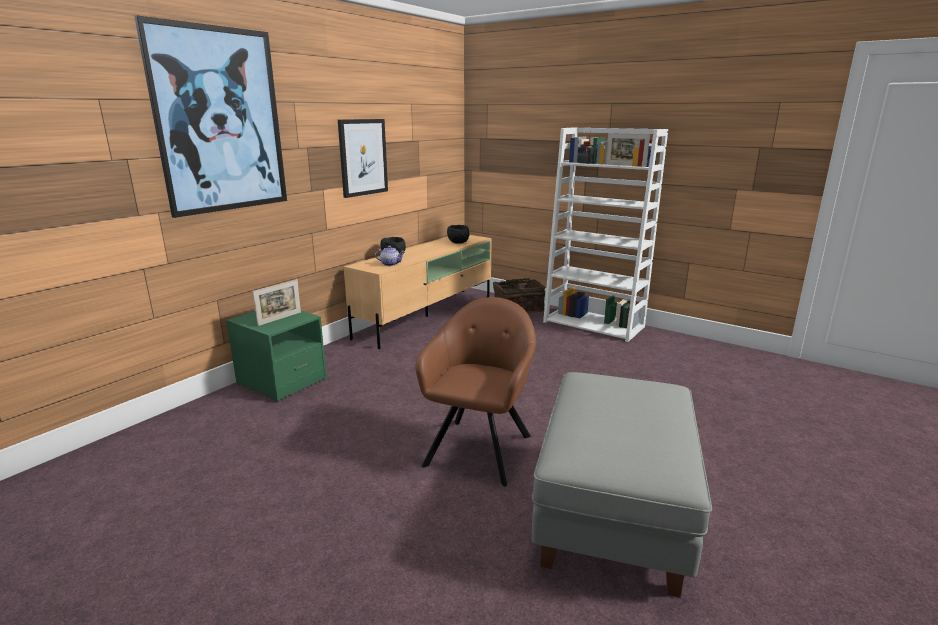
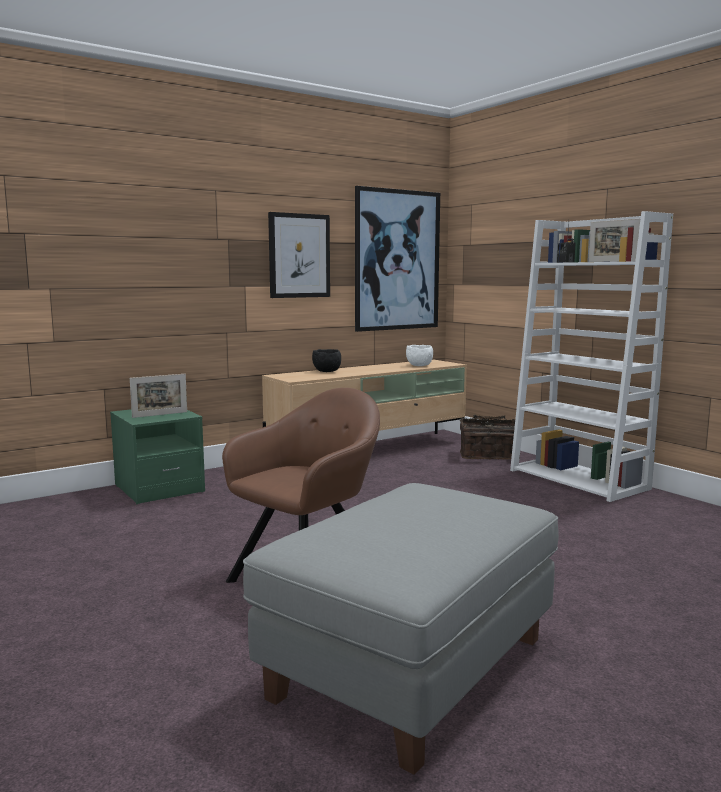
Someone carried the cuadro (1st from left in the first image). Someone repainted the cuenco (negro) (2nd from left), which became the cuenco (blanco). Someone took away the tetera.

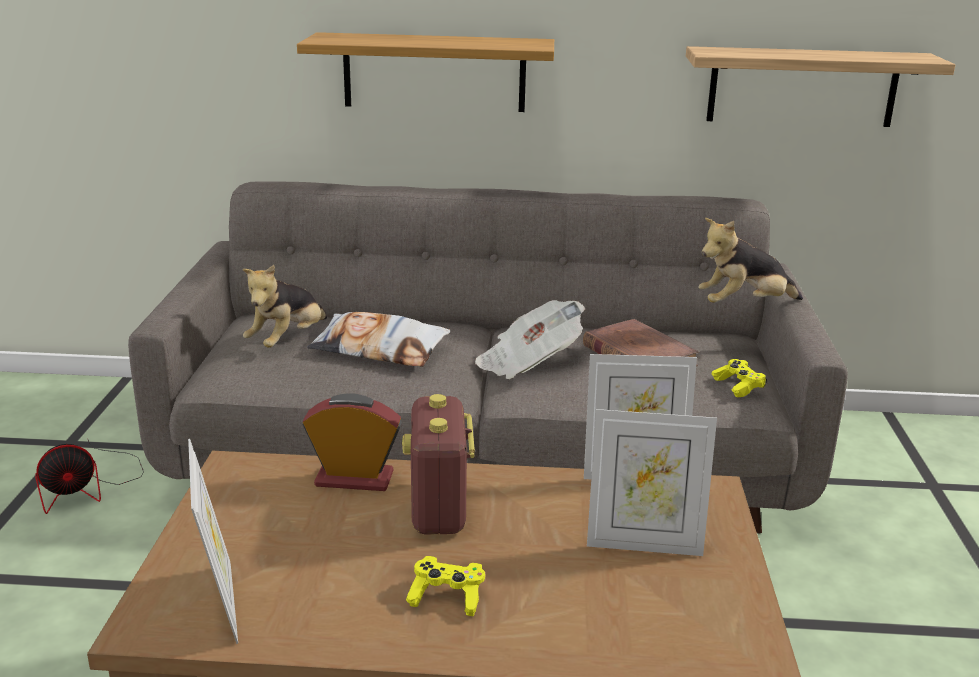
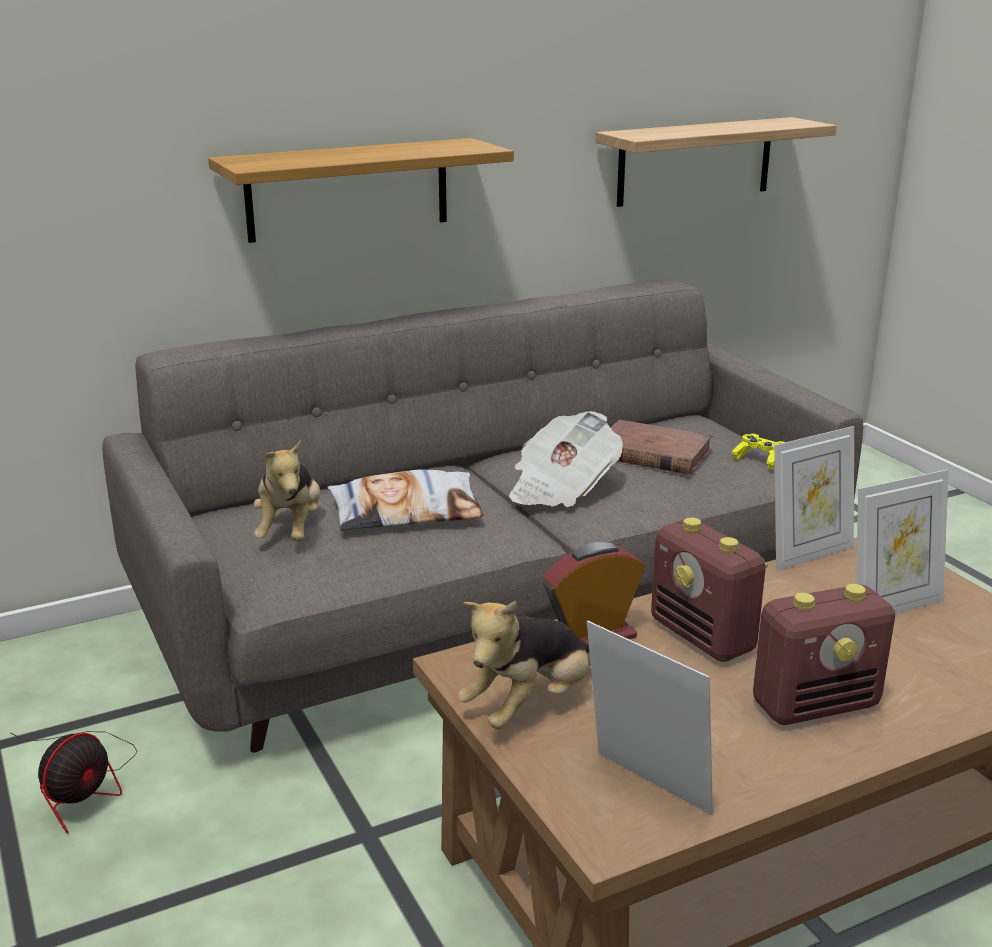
Someone carried the peluche (2nd from left). Someone swapped the mando de consola (amarillo) (1st from left) for the radio (2nd from left).

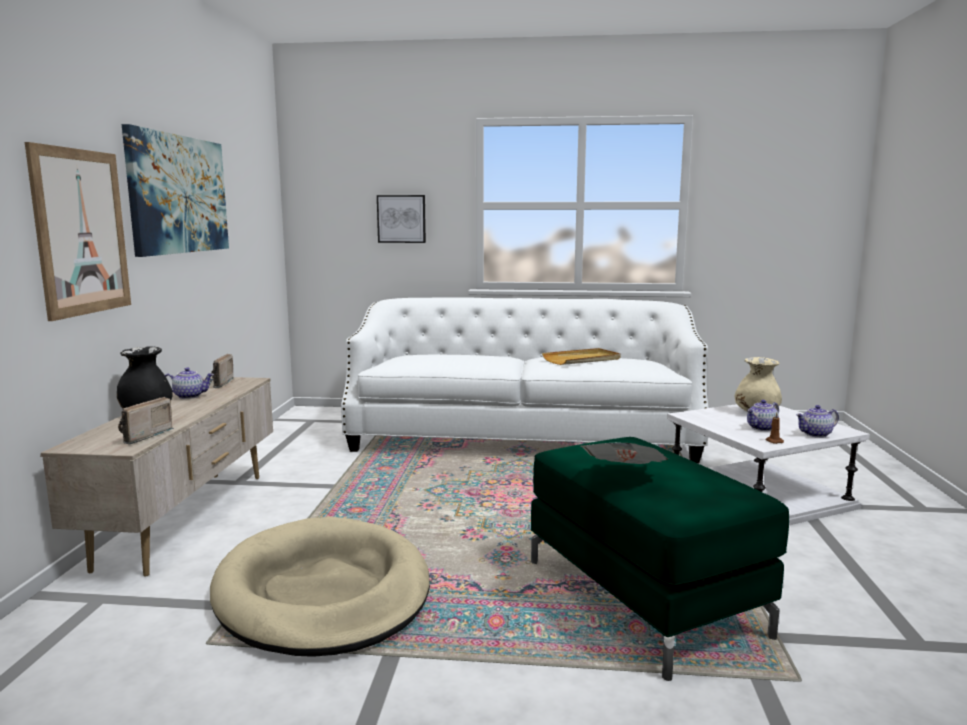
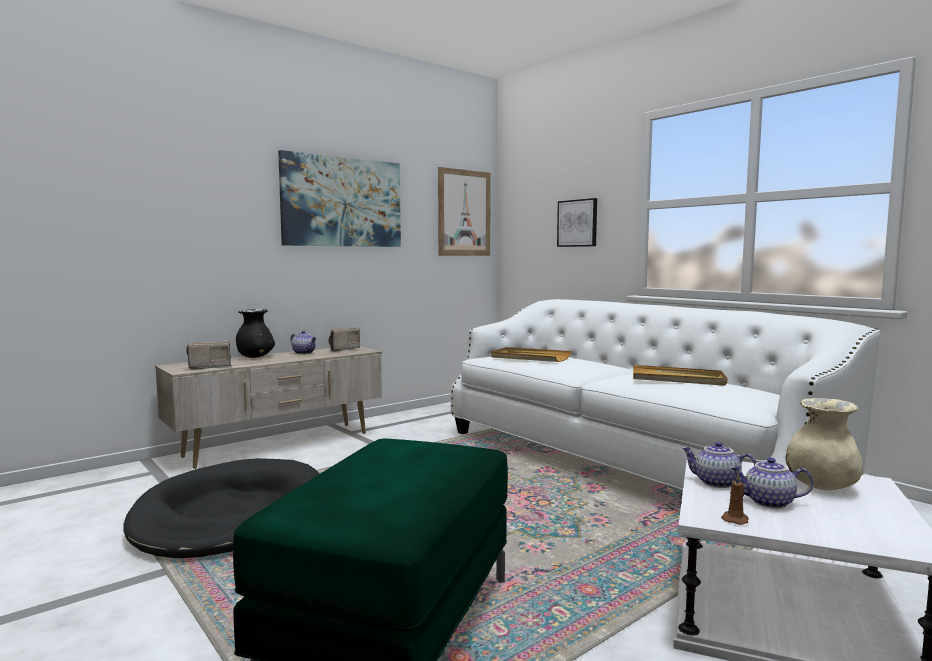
Someone repainted the cama para perro (beis), which became the cama para perro (negro). Someone carried the cuadro (1st from left in the first image). Someone put down the bandeja (beis) (1st from left). Someone carried the tetera (3rd from left in the first image). Someone took away the periódico.

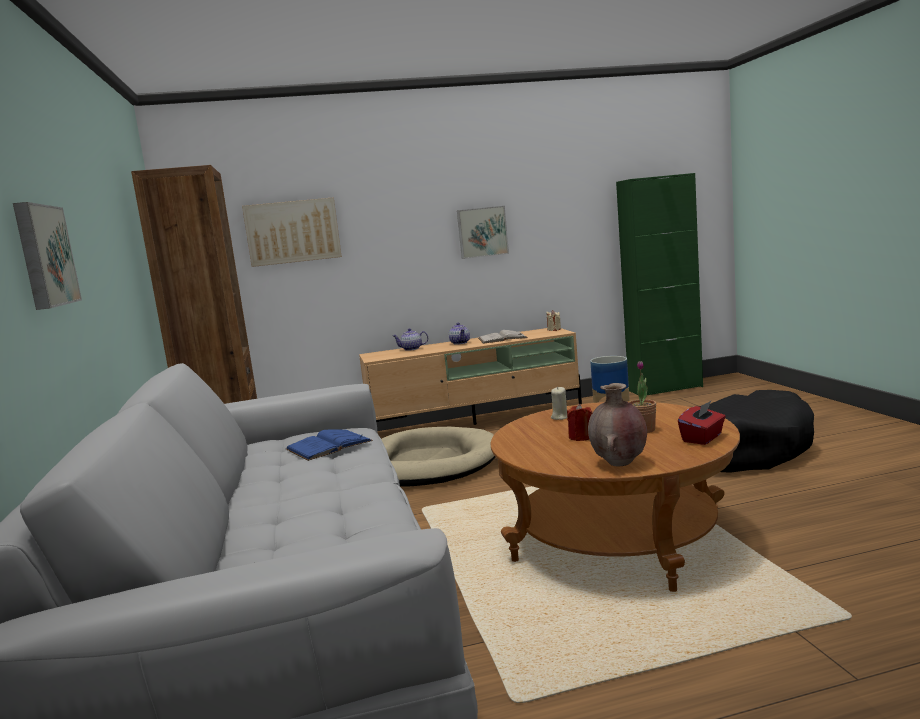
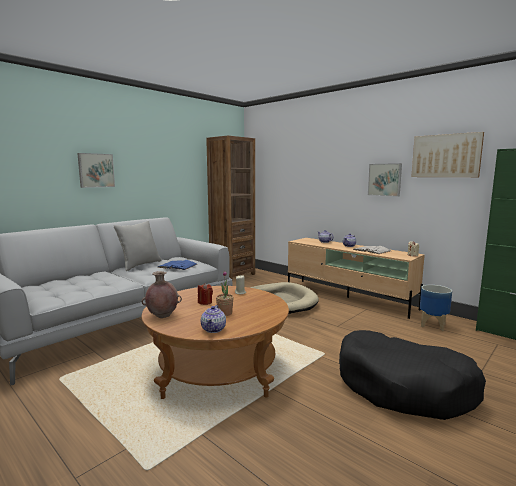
Someone put down the cojín (gris). Someone swapped the caja de pañuelos (rojo) for the tetera (1st from left). Someone carried the cuadro (2nd from left in the first image).

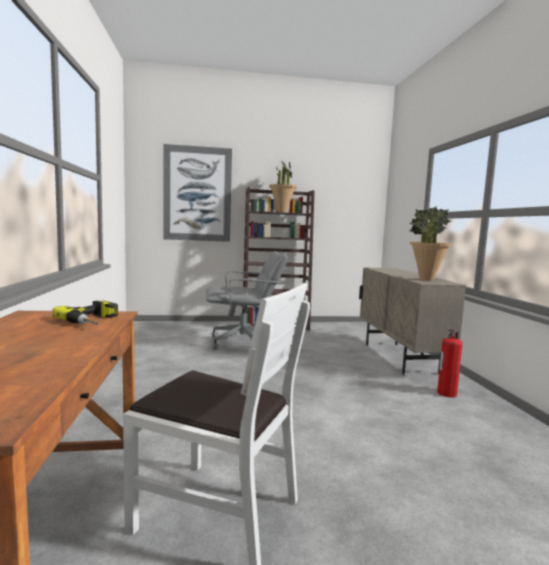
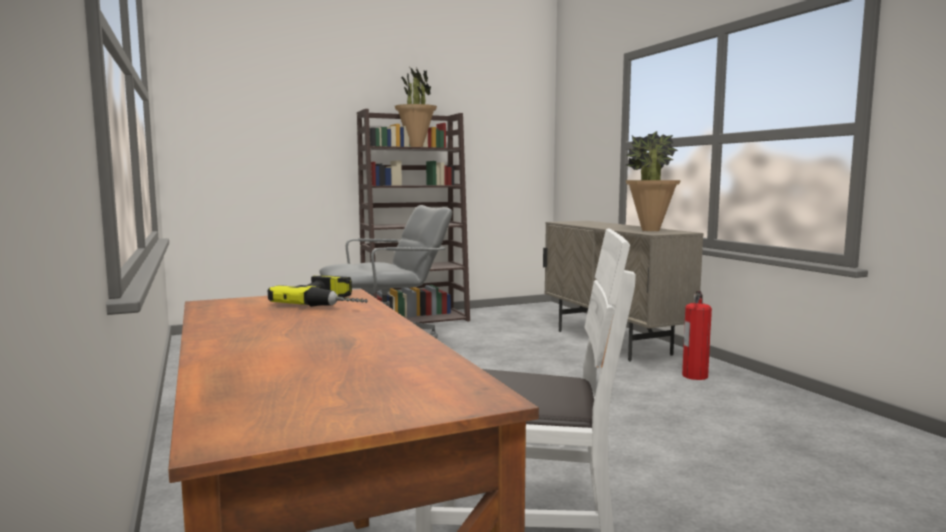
Someone took away the cuadro.

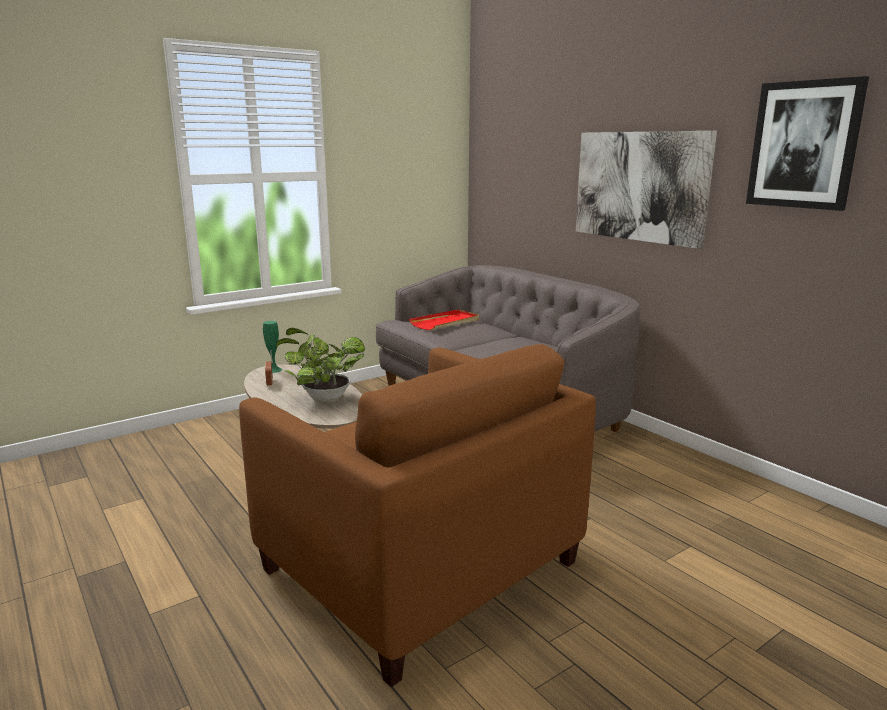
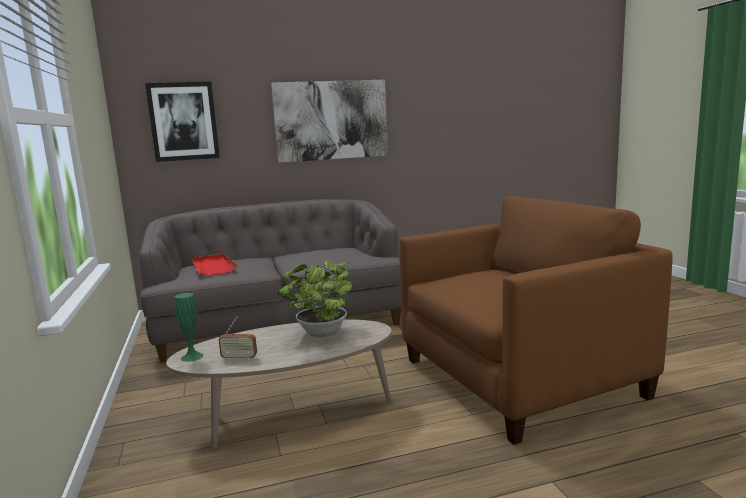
Someone carried the cuadro (2nd from left in the first image).

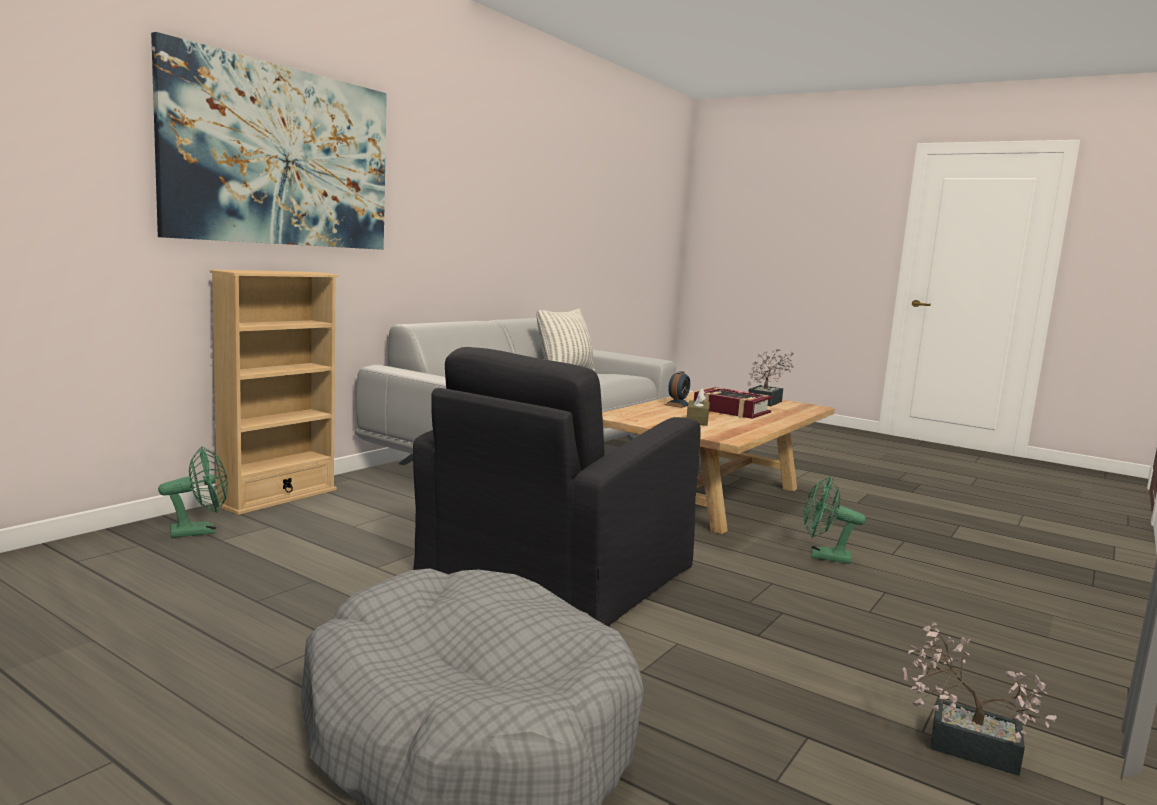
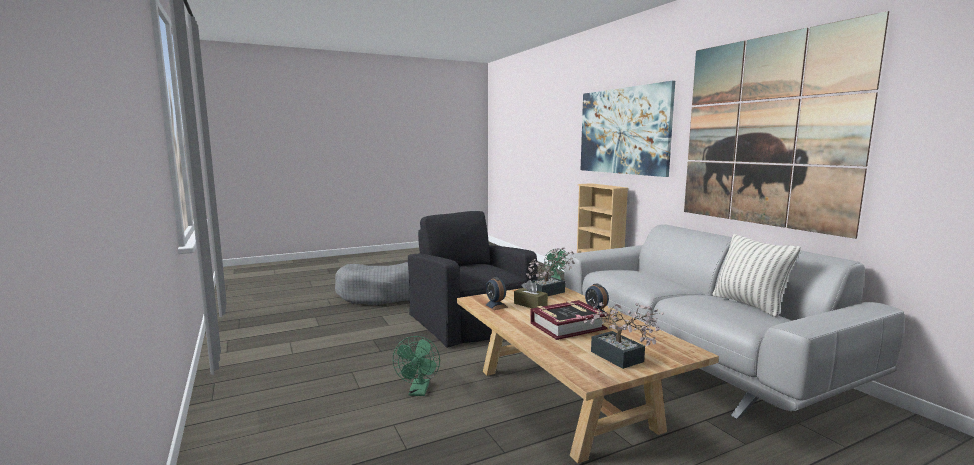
Someone rotated the ventilador (verde) (2nd from left in the first image) by 135 degrees clockwise. Someone put down the despertador (1st from left). Someone carried the planta en maceta (2nd from left in the first image). Someone put up the cuadro (2nd from left).

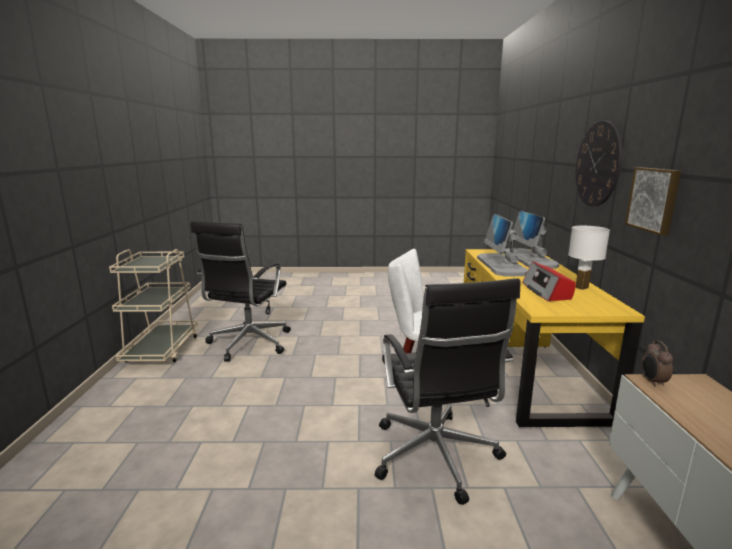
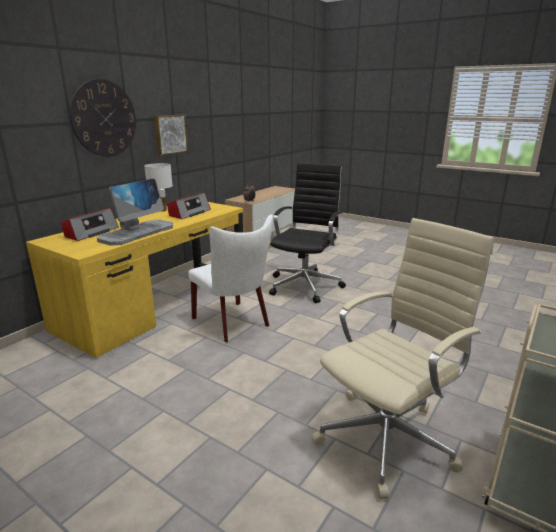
Someone swapped the monitor (2nd from left) for the radio (1st from left). Someone repainted the silla de oficina (negro) (1st from left), which became the silla de oficina (beis).

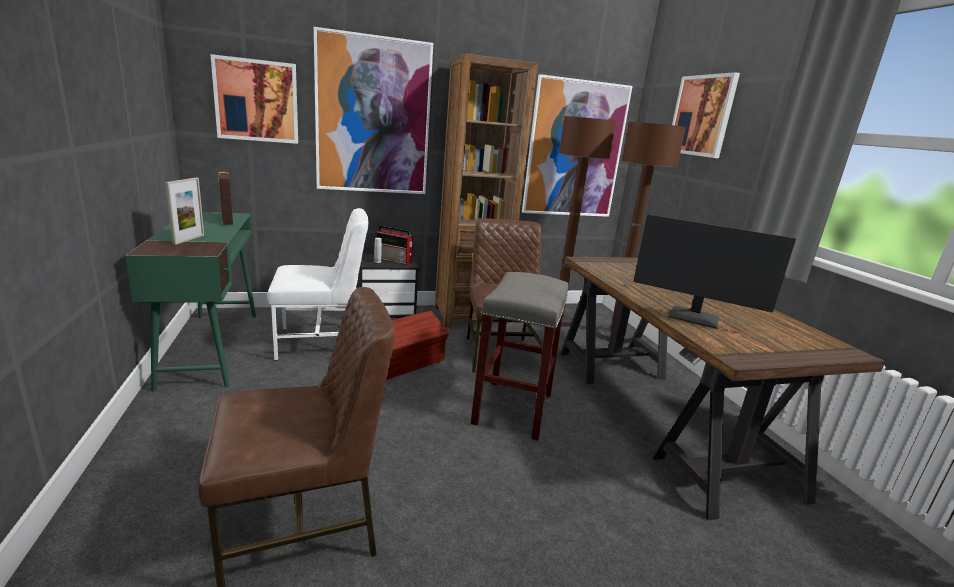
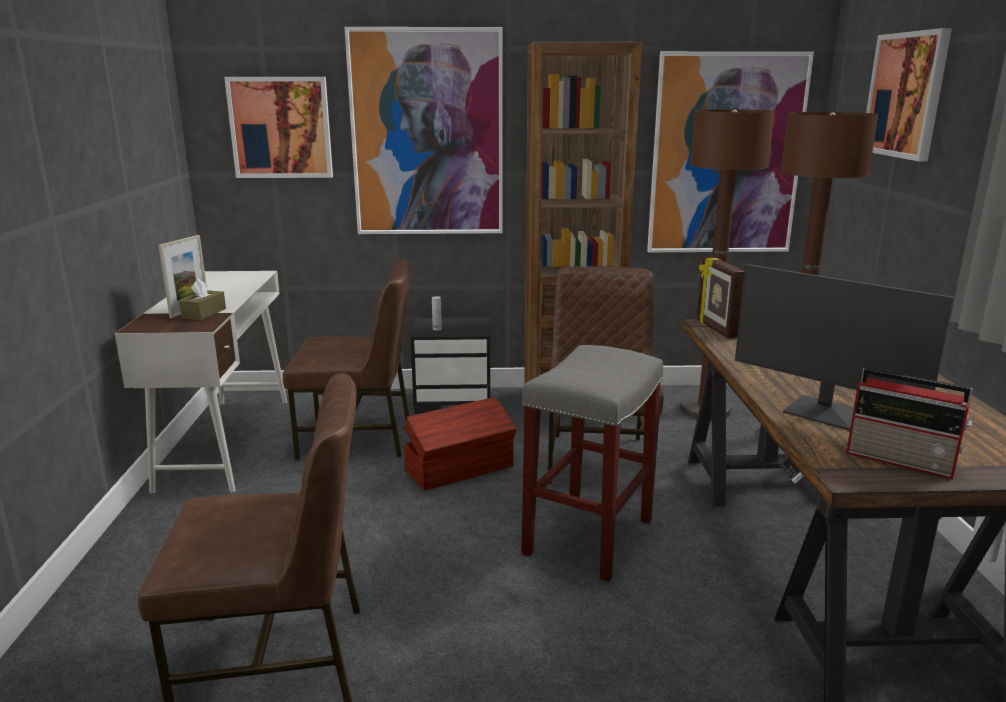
Someone repainted the escritorio (verde), which became the escritorio (blanco). Someone put down the caja de pañuelos (marrón). Someone repainted the silla (blanco), which became the silla (marrón) (2nd from left). Someone carried the portarretratos (2nd from left). Someone carried the radio.

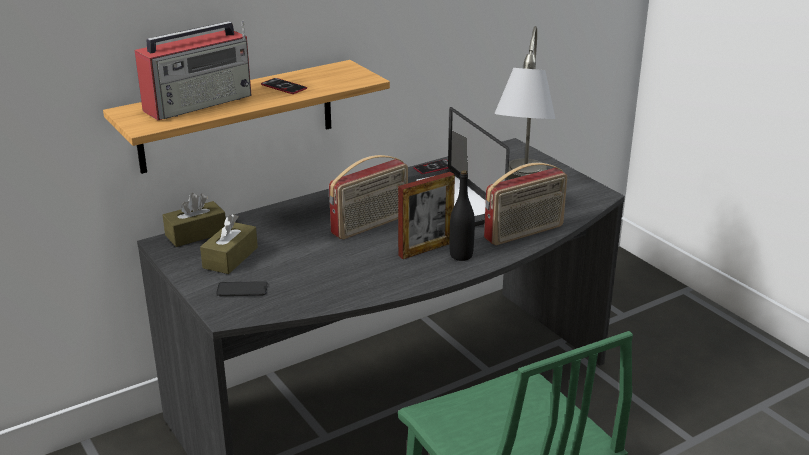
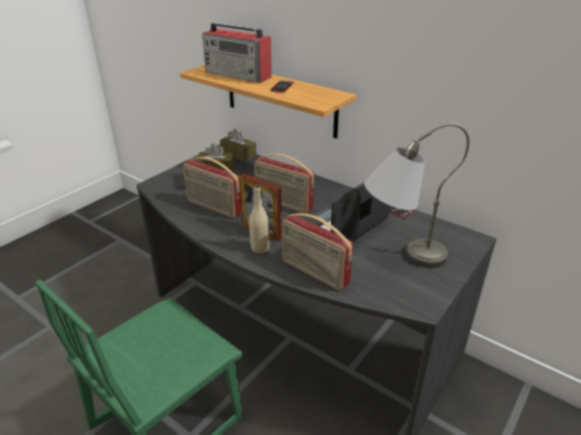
Someone put down the radio (1st from left). Someone repainted the botella (negro), which became the botella (beis).

